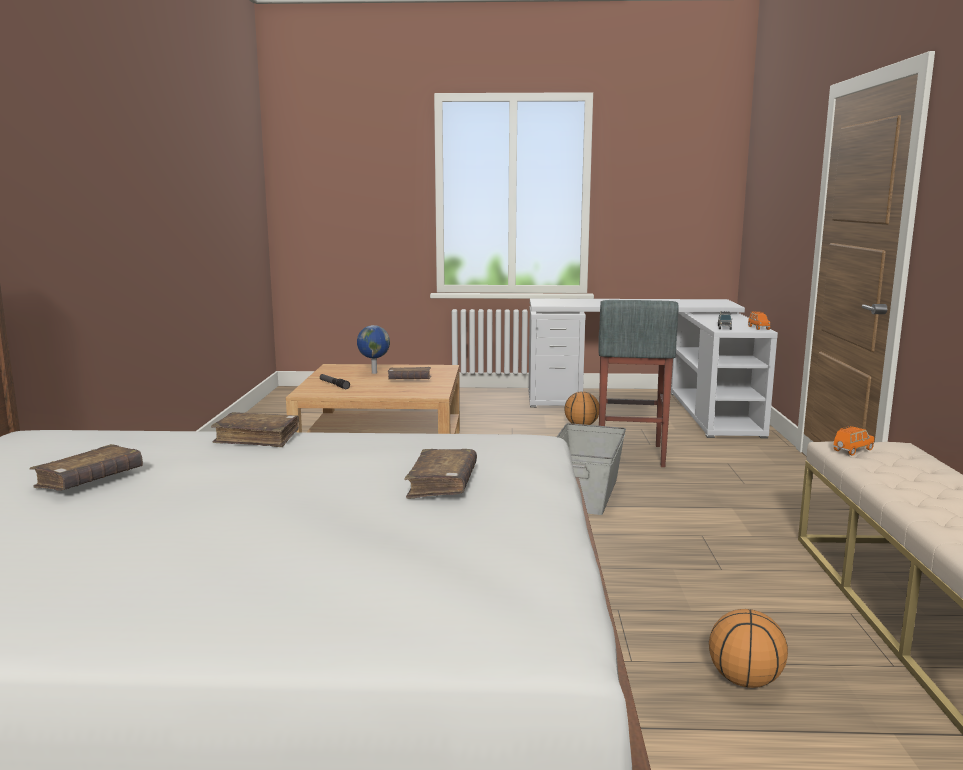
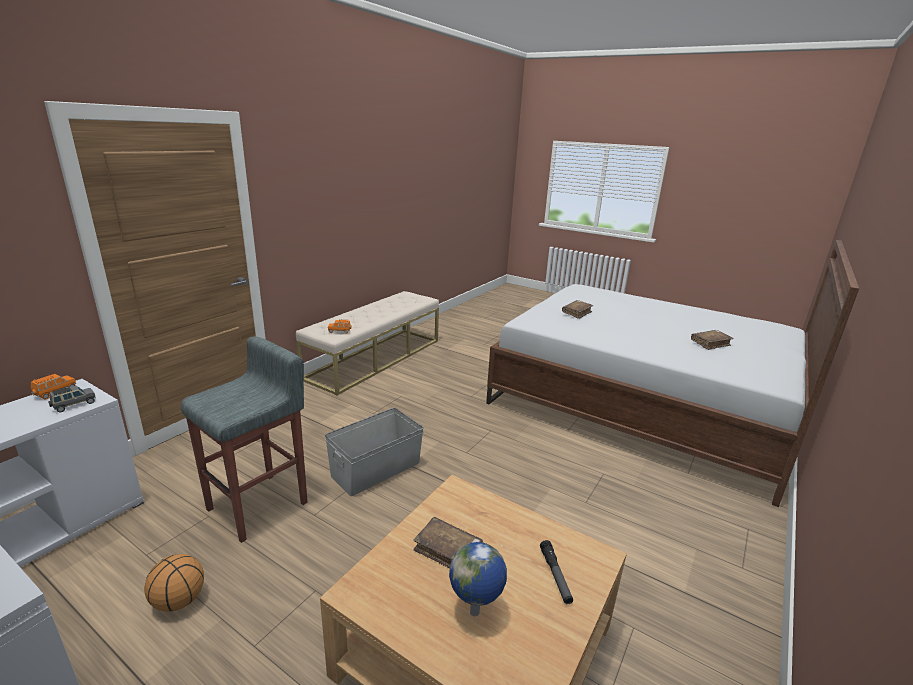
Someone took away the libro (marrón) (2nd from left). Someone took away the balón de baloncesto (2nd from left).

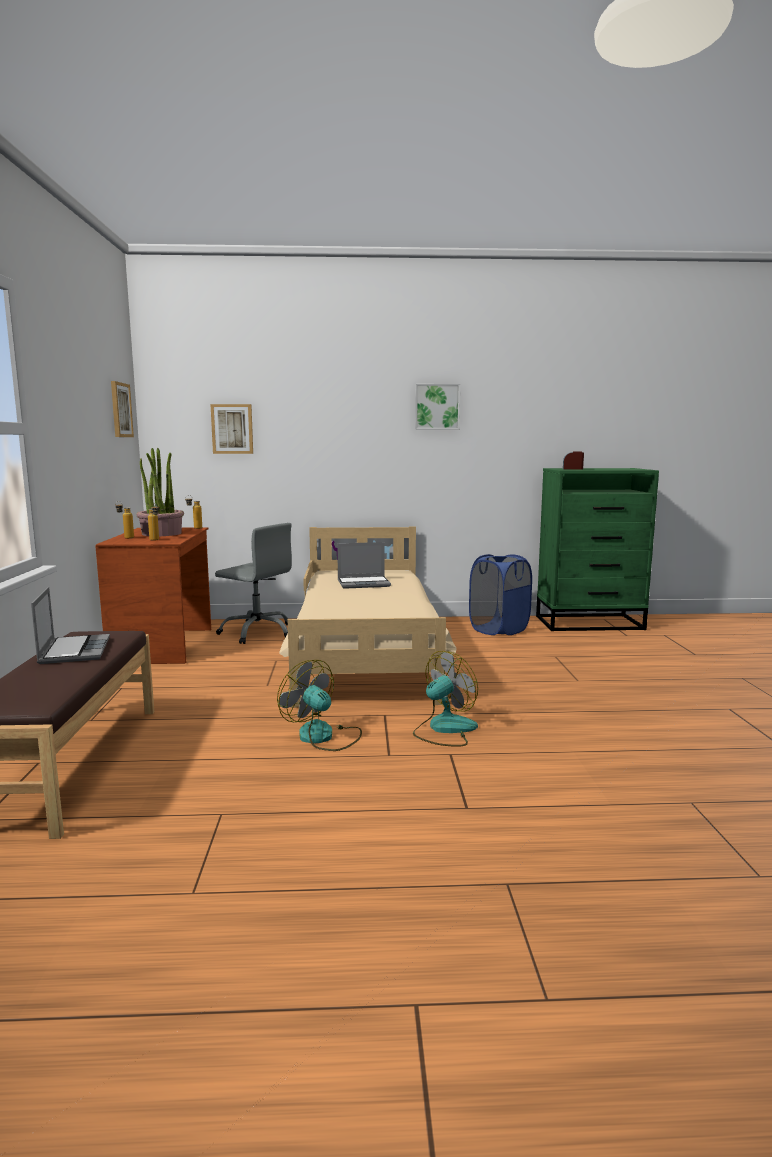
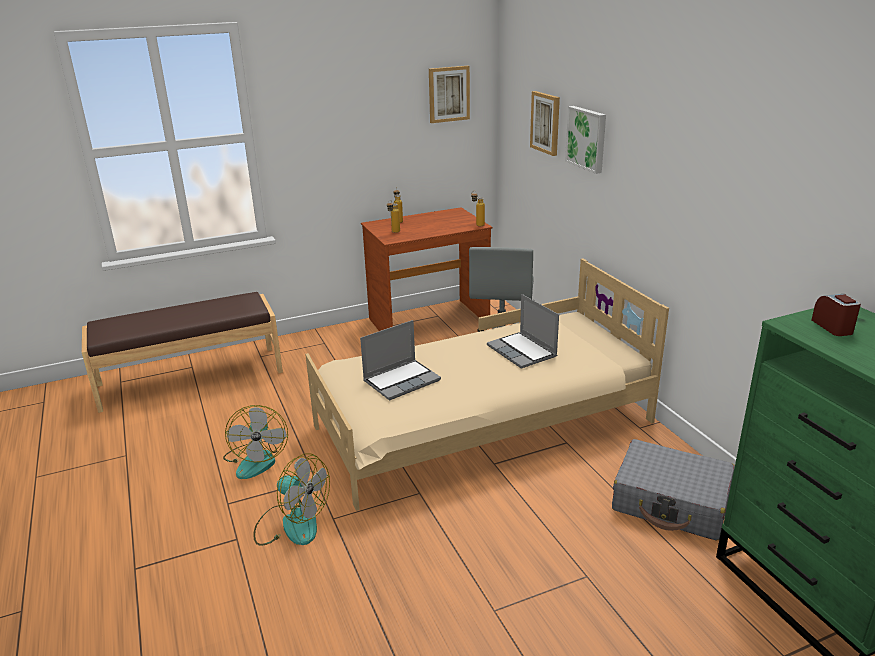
Someone rotated the ventilador (1st from left) by 150 degrees clockwise. Someone carried the portátil (1st from left). Someone carried the cuadro (3rd from left). Someone swapped the cesto de la ropa (azul) for the maleta (gris). Someone took away the planta en maceta.

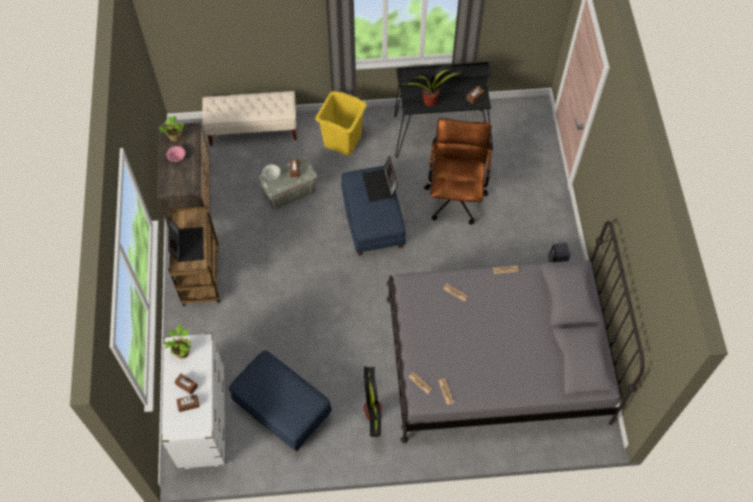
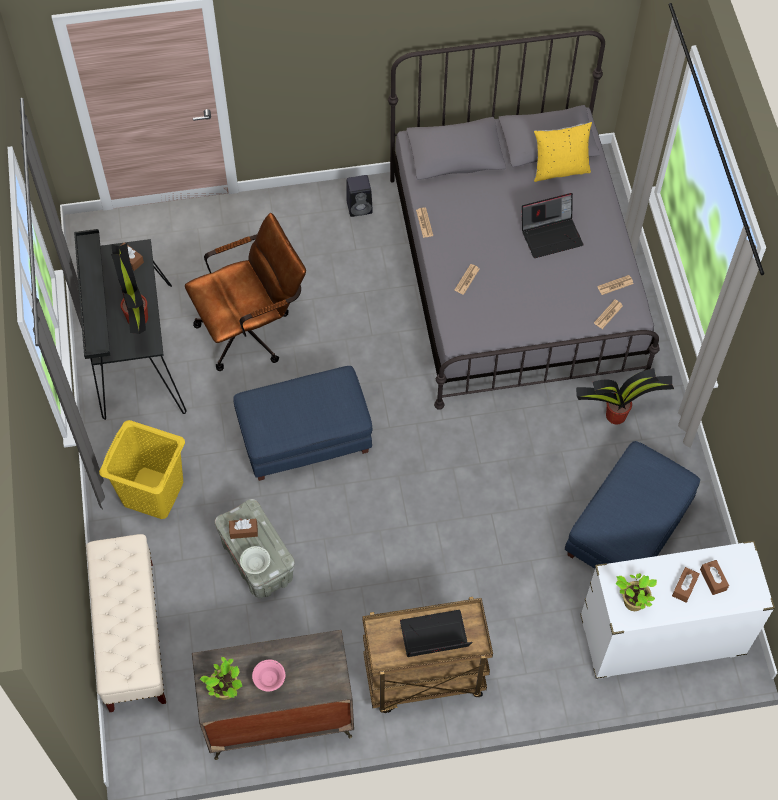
Someone rotated the silla de oficina (marrón) by 150 degrees clockwise. Someone carried the portátil (2nd from left). Someone put down the cojín (amarillo).

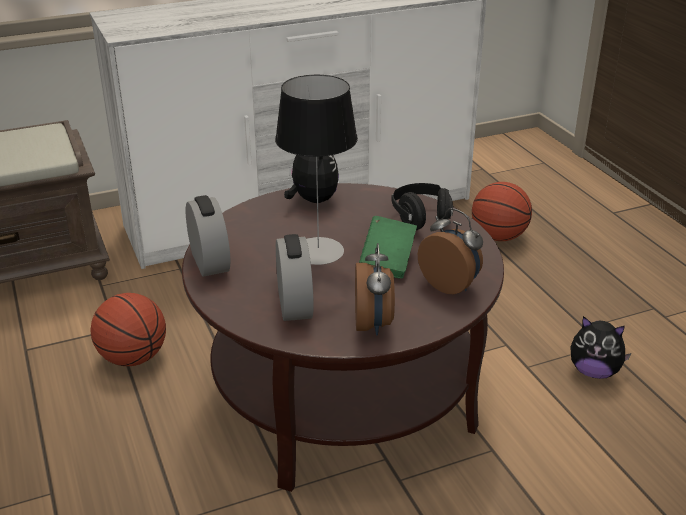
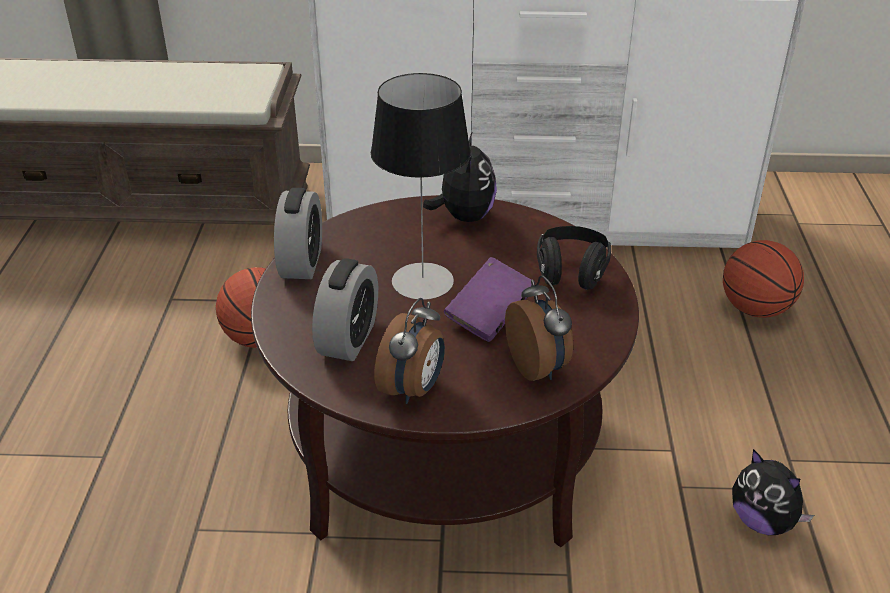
Someone repainted the libro (verde), which became the libro (morado).

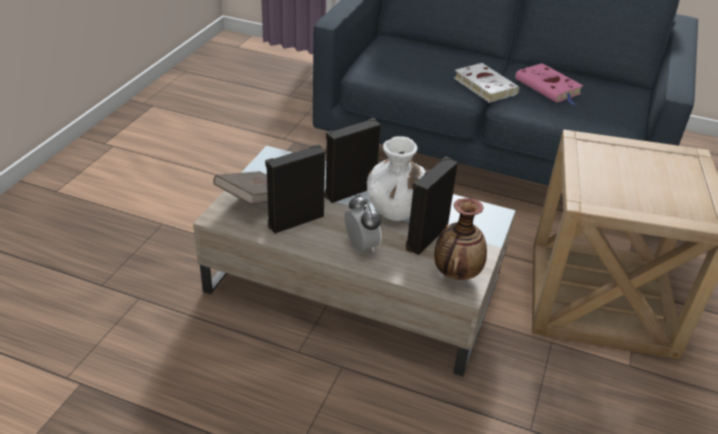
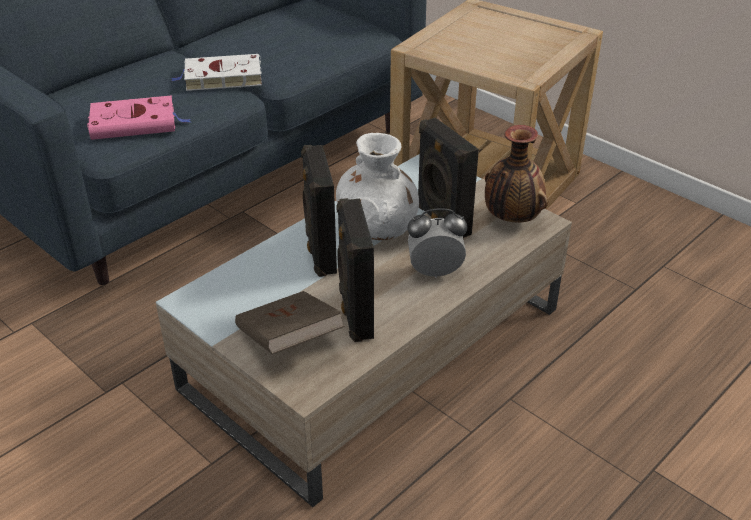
Someone carried the libro (rosa).

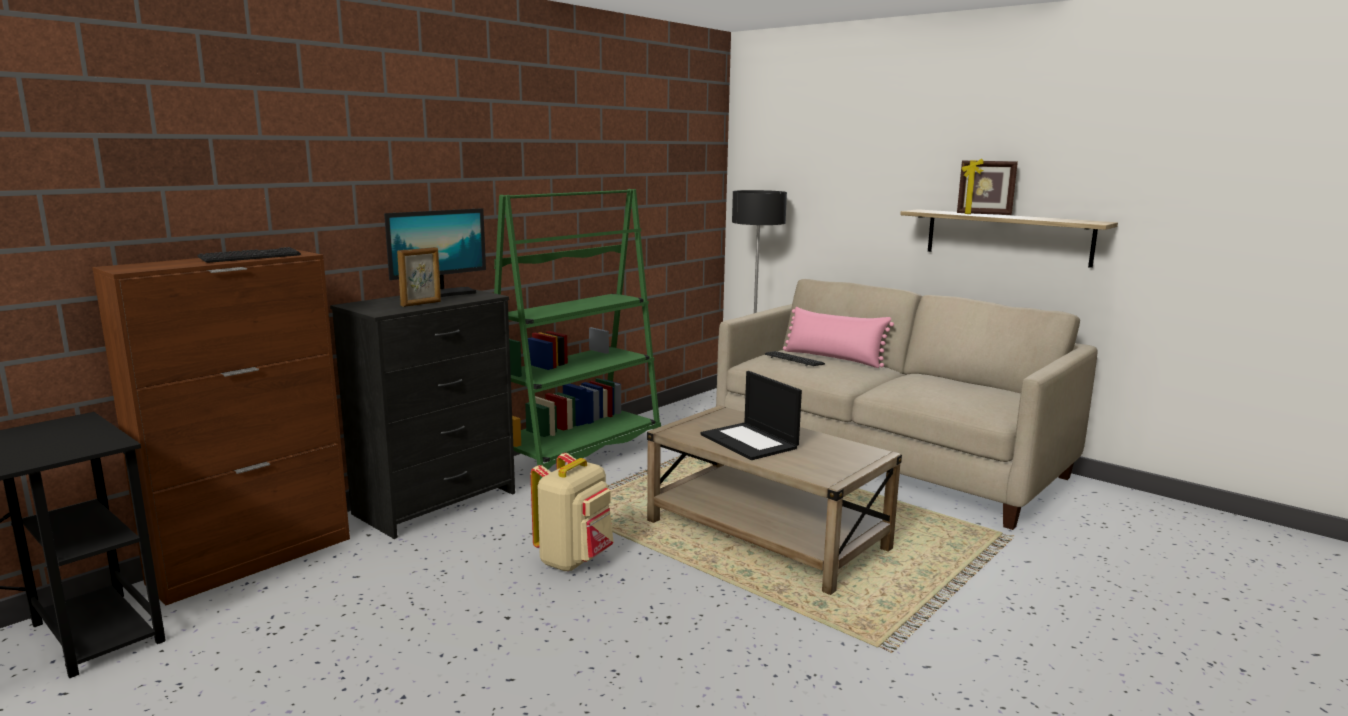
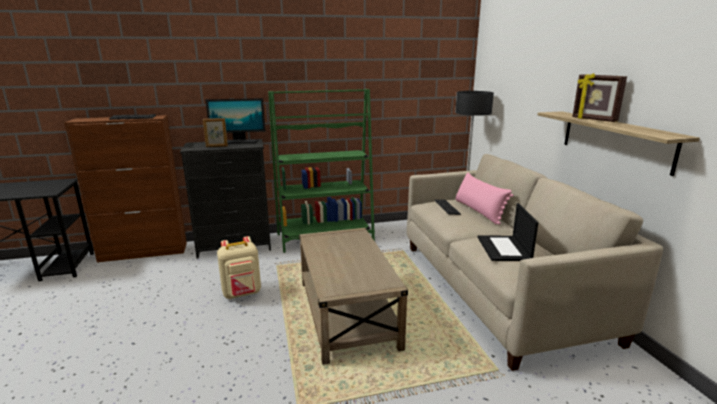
Someone carried the portátil.

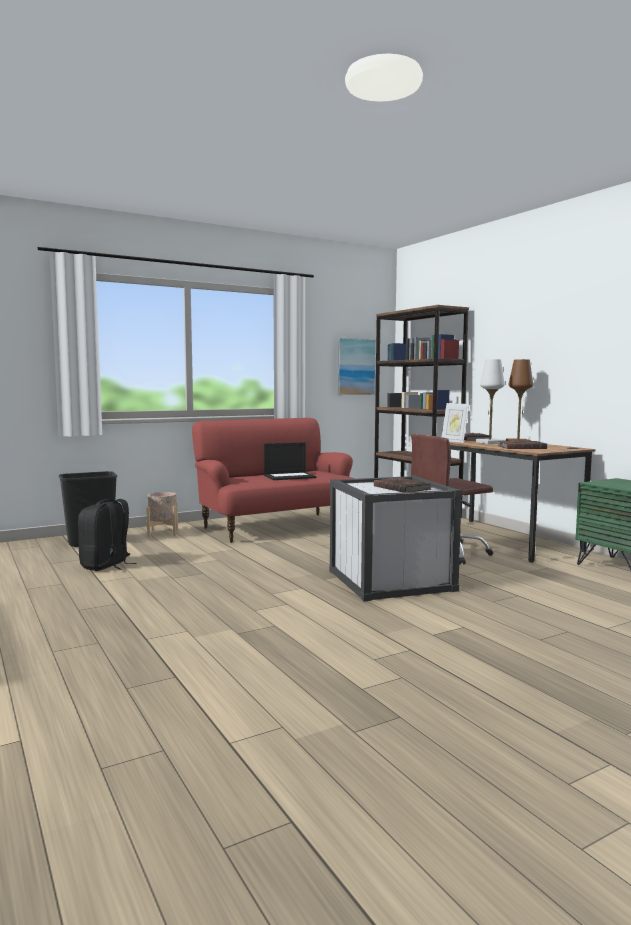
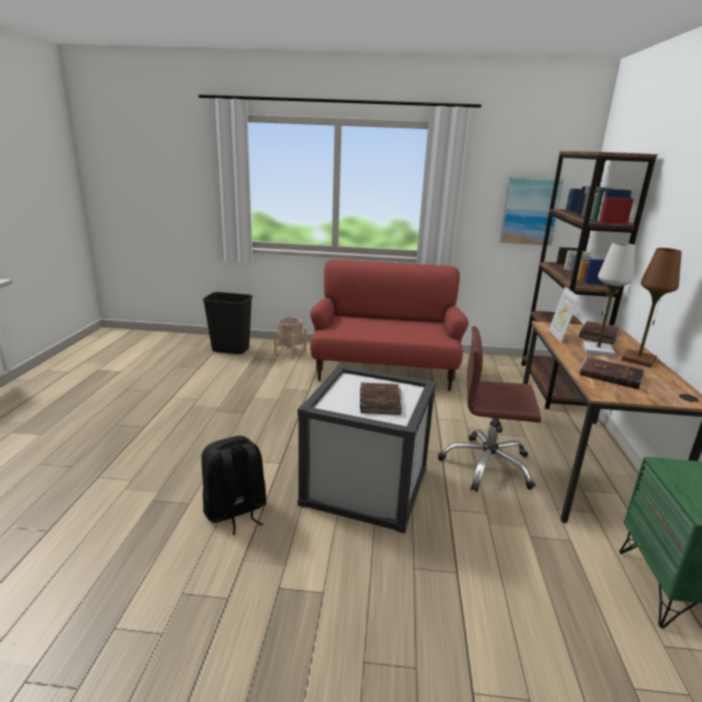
Someone carried the mochila (negro). Someone took away the portátil.

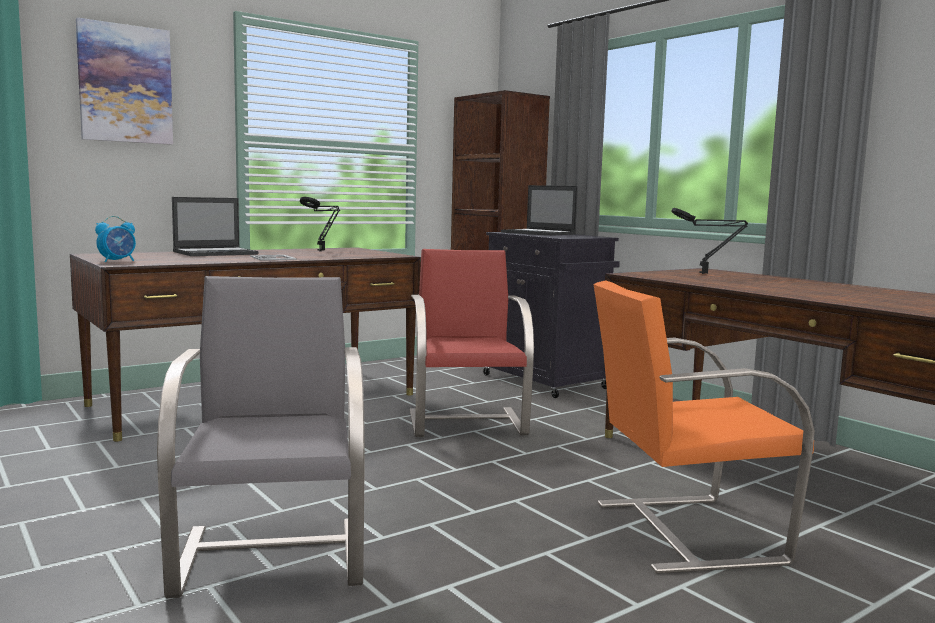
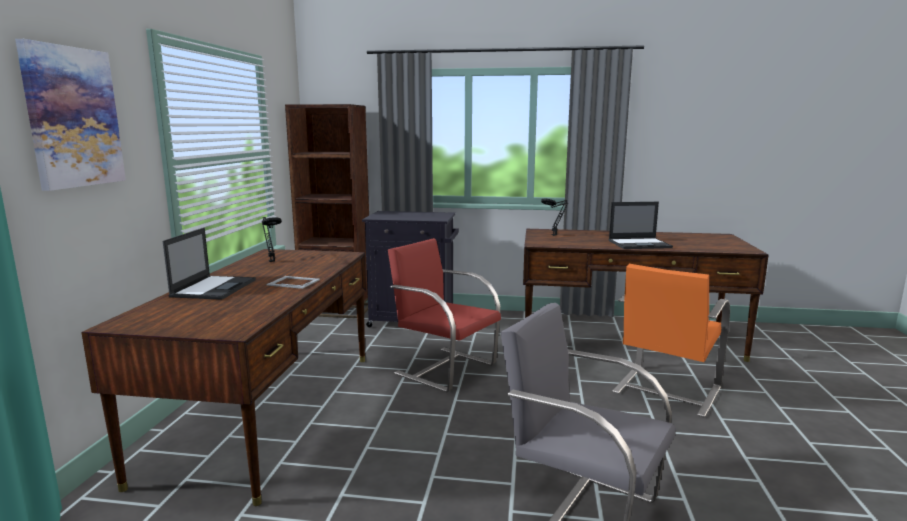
Someone carried the portátil (2nd from left). Someone took away the despertador.

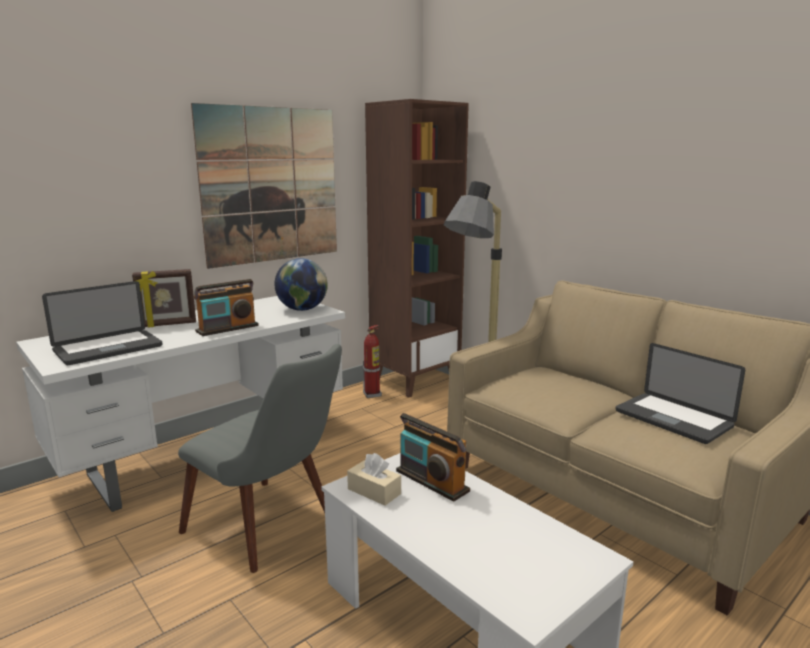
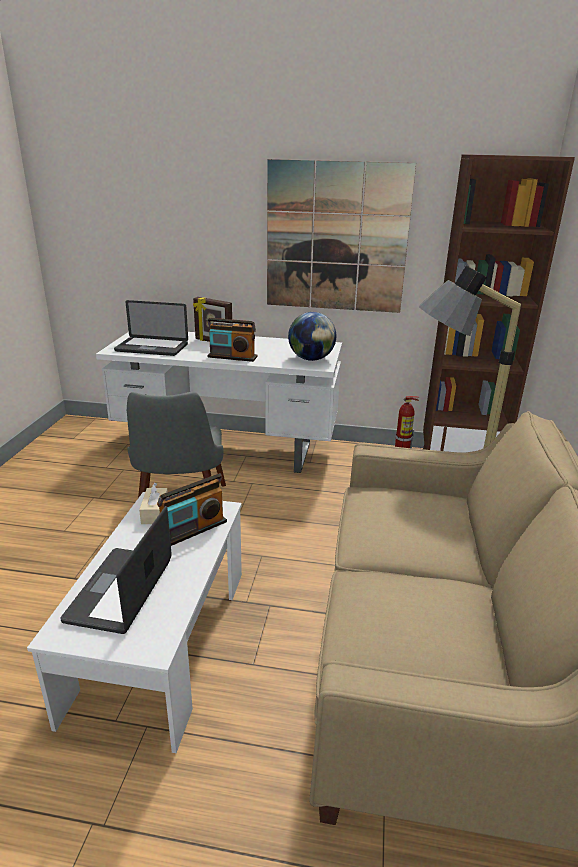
Someone carried the portátil (2nd from left in the first image). Someone rotated the radio (2nd from left in the first image) by 135 degrees counterclockwise.

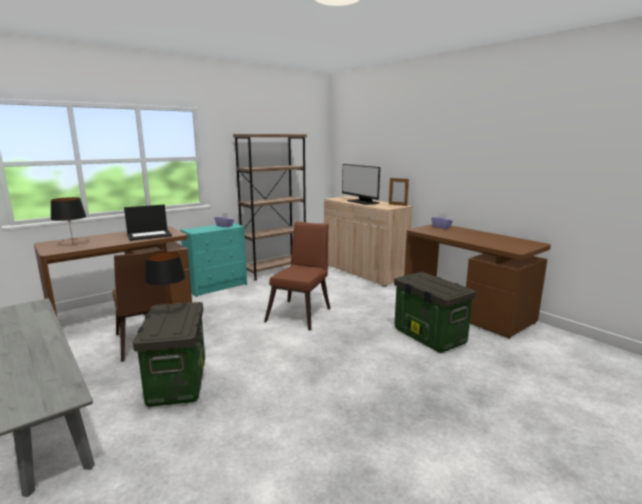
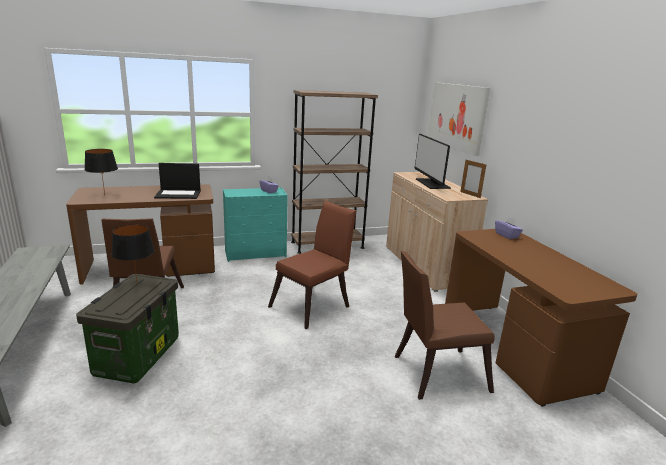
Someone swapped the caja de almacenaje (2nd from left) for the silla (marrón) (3rd from left). Someone put up the cuadro.

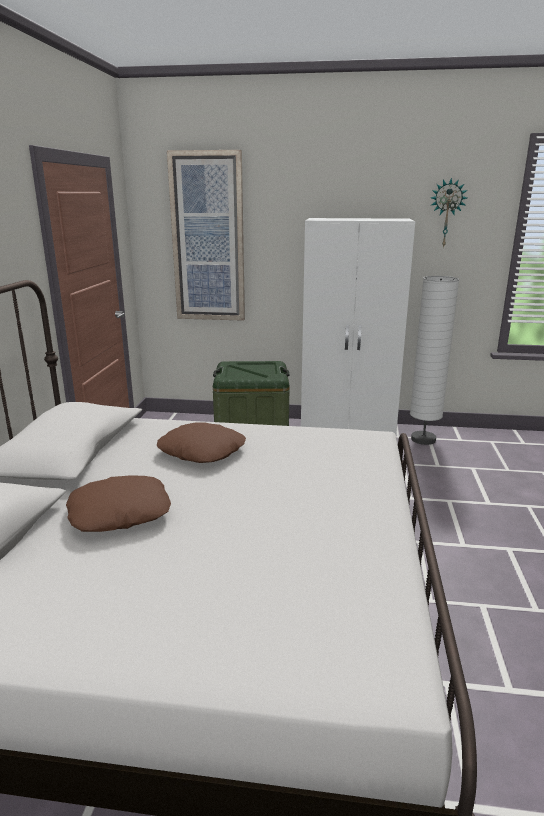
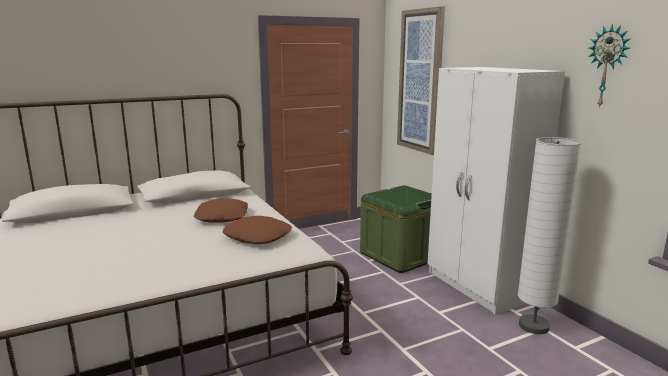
Someone carried the cojín (marrón) (1st from left in the first image).

